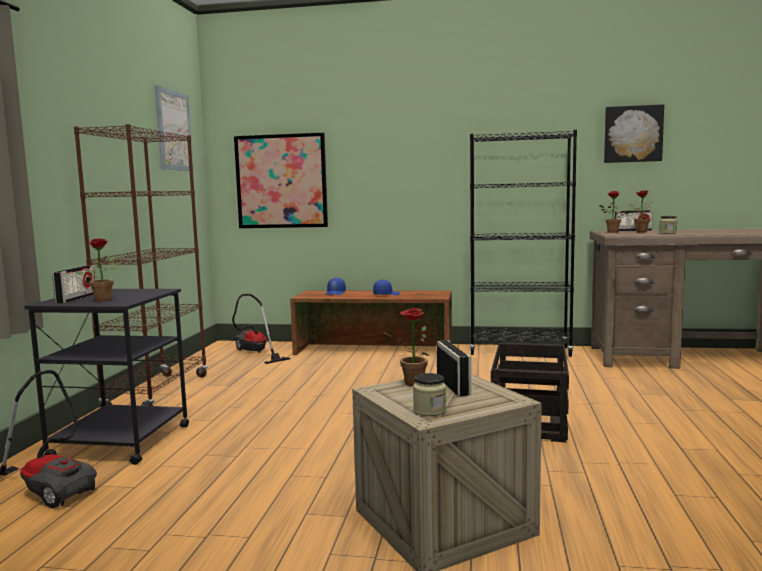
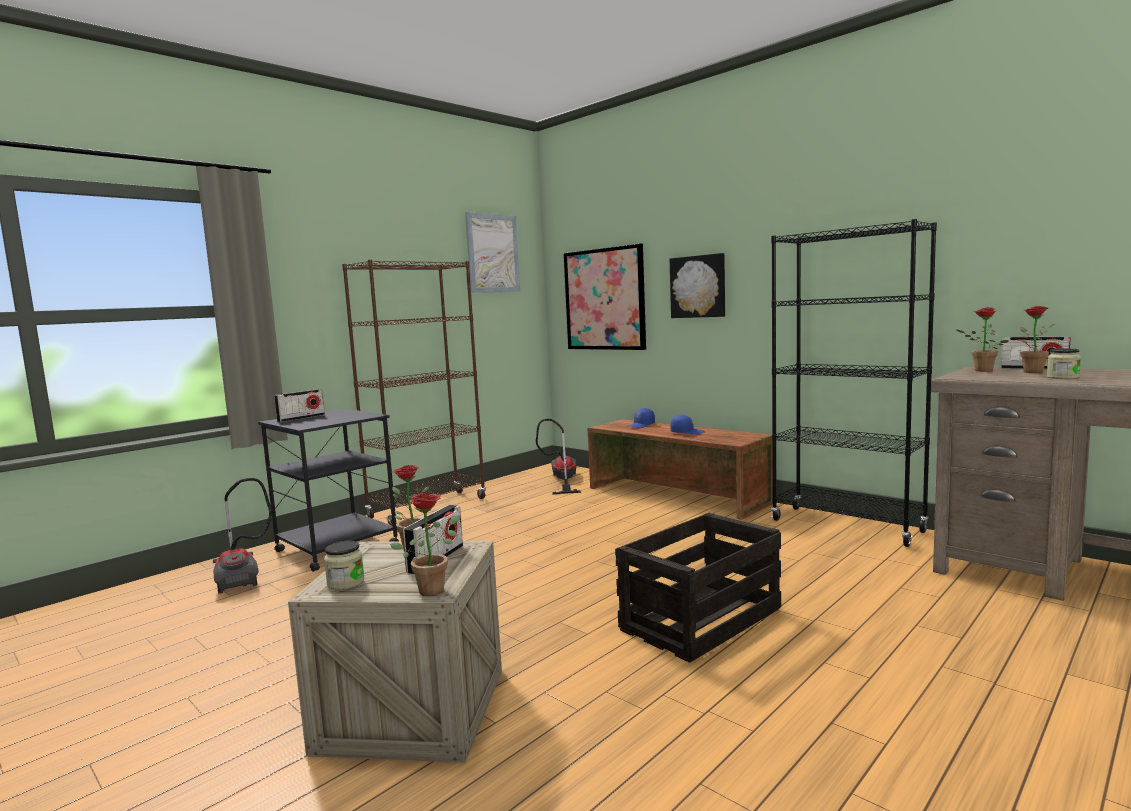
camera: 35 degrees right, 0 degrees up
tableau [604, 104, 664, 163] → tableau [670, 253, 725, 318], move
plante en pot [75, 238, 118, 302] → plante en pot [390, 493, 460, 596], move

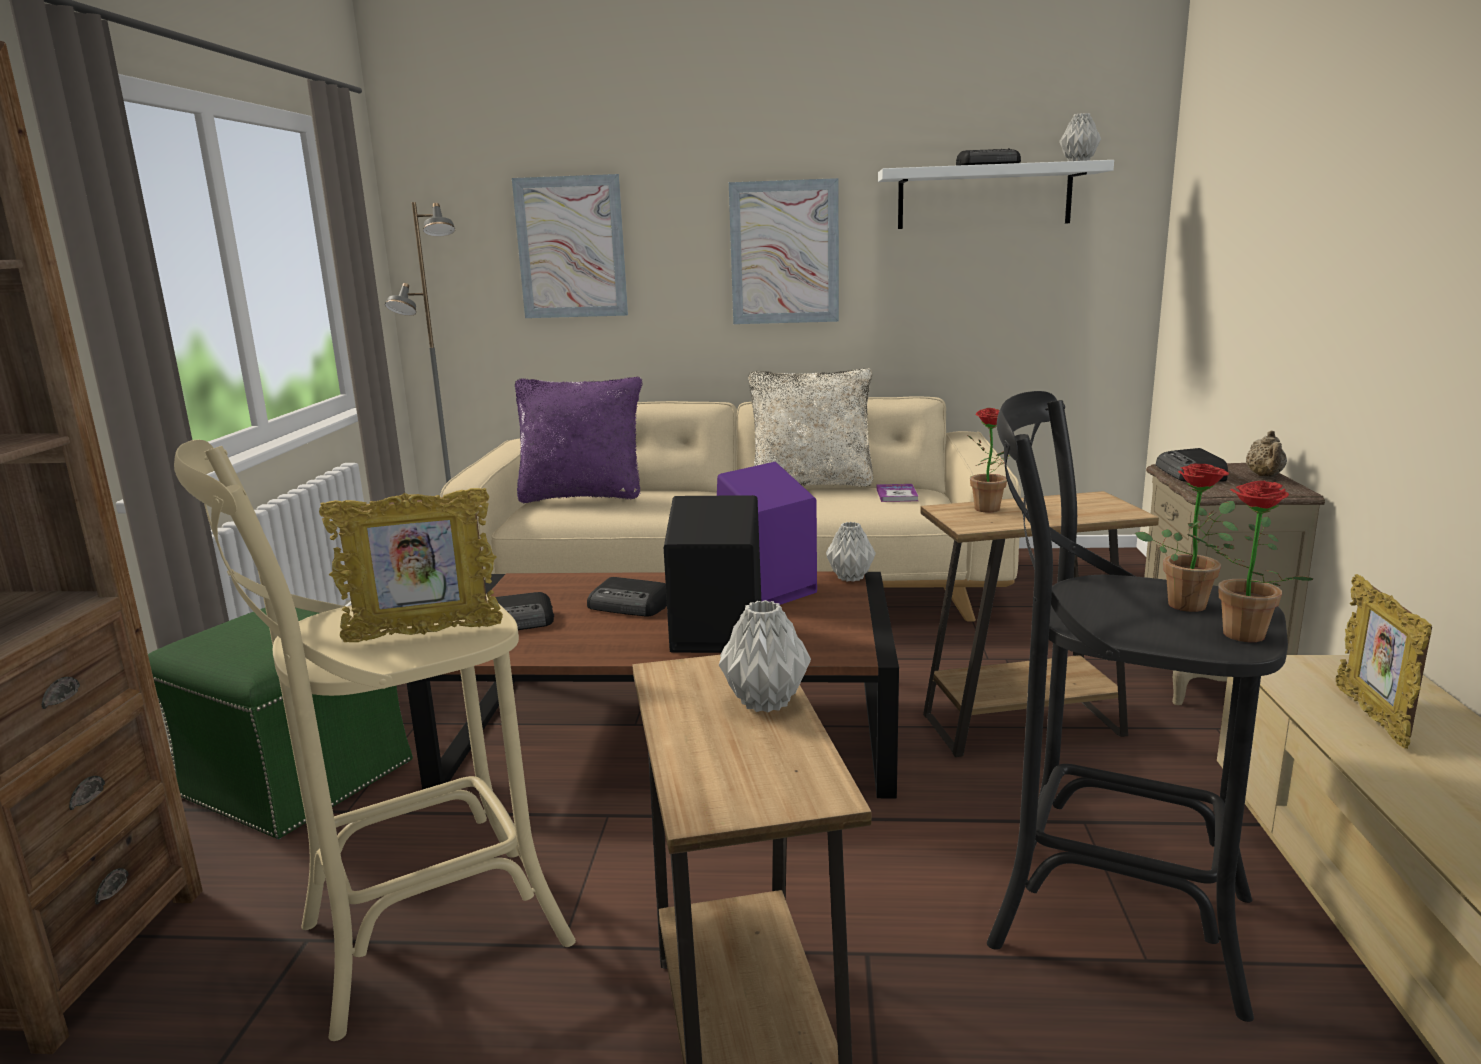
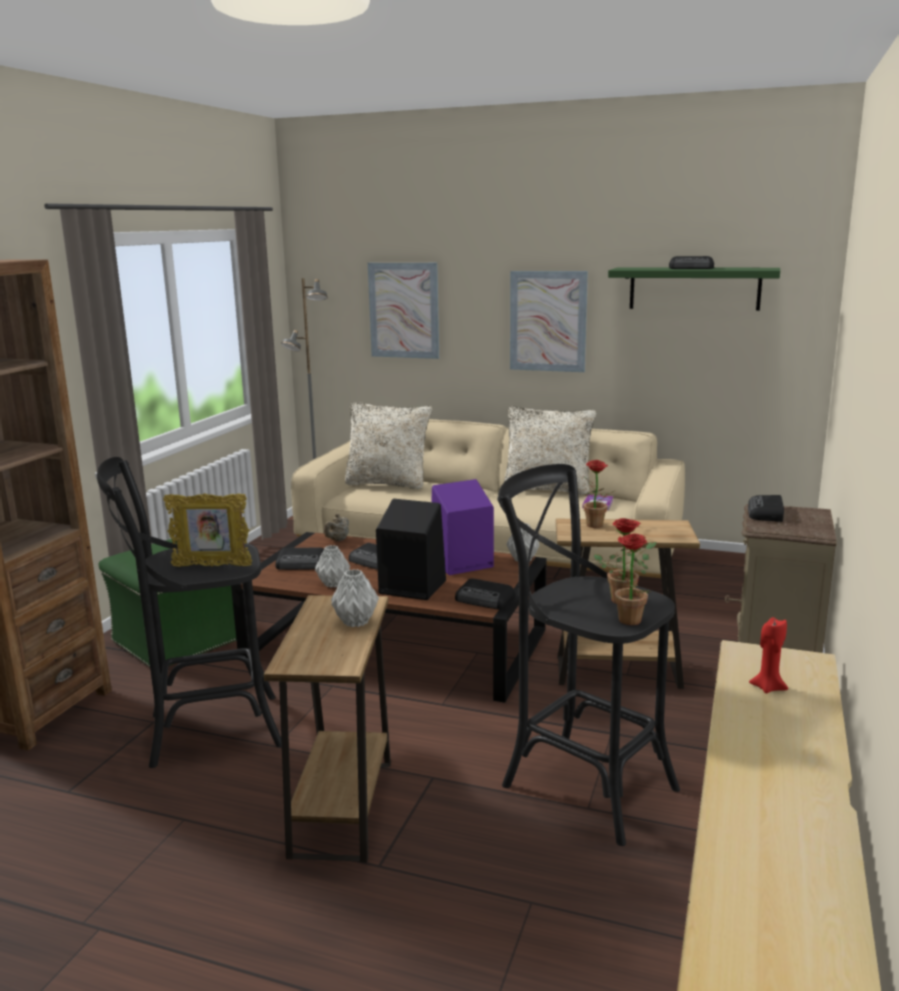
camera: 15 degrees right, 0 degrees up
vase [gris] [1059, 113, 1101, 161] → vase [gris] [315, 545, 350, 588], move
étagère [blanc] [878, 160, 1114, 229] → étagère [vert] [608, 268, 780, 311]
coussin [violet] [515, 376, 643, 503] → coussin [beige] [345, 402, 432, 490]
théière [beige] [1246, 431, 1287, 477] → théière [beige] [324, 514, 349, 541], move
tabouret [beige] [174, 440, 576, 1041] → tabouret [noir] [97, 457, 282, 768]
cadre photo [1336, 574, 1432, 749] → bougie [rouge] [749, 617, 788, 694]
- → radio [455, 578, 515, 609]

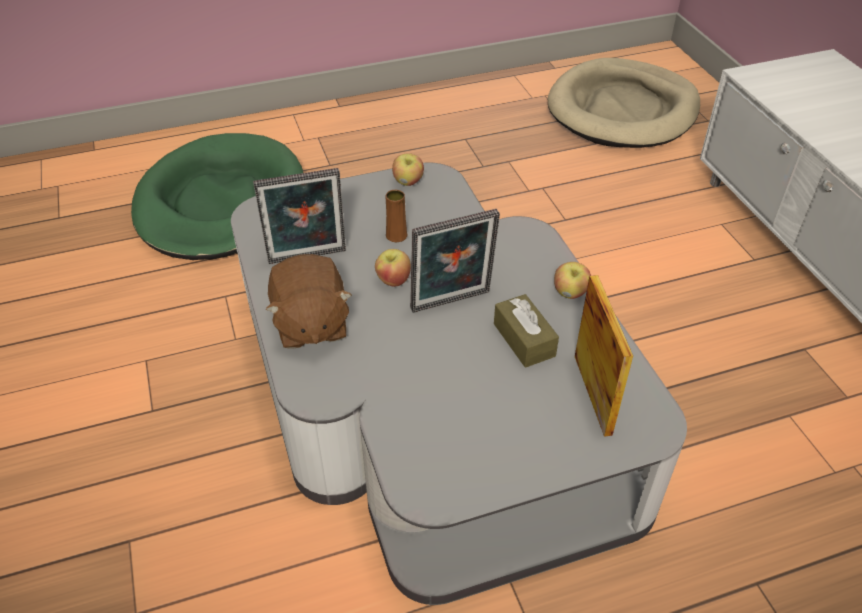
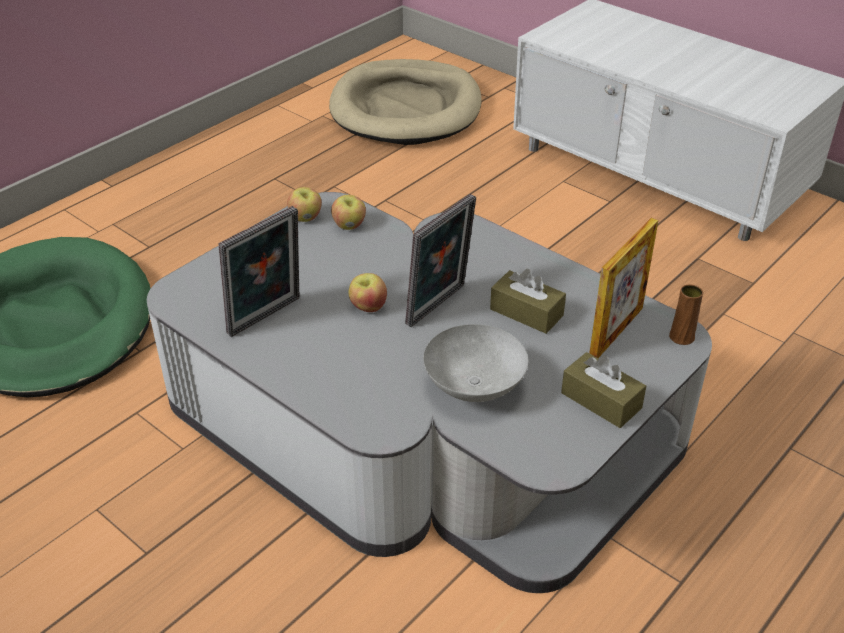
camera: 30 degrees left, 5 degrees down
vase [marron] [385, 190, 407, 242] → vase [marron] [669, 284, 703, 345], move
peluche [marron] [266, 254, 352, 349] → -
pomme [554, 262, 591, 299] → pomme [331, 195, 366, 230], move
cadre photo [575, 275, 633, 437] → cadre photo [590, 218, 659, 358], 75 degrees clockwise
- → bol [gris] [423, 324, 528, 402]
- → boîte à mouchoirs [marron] [561, 352, 646, 428]

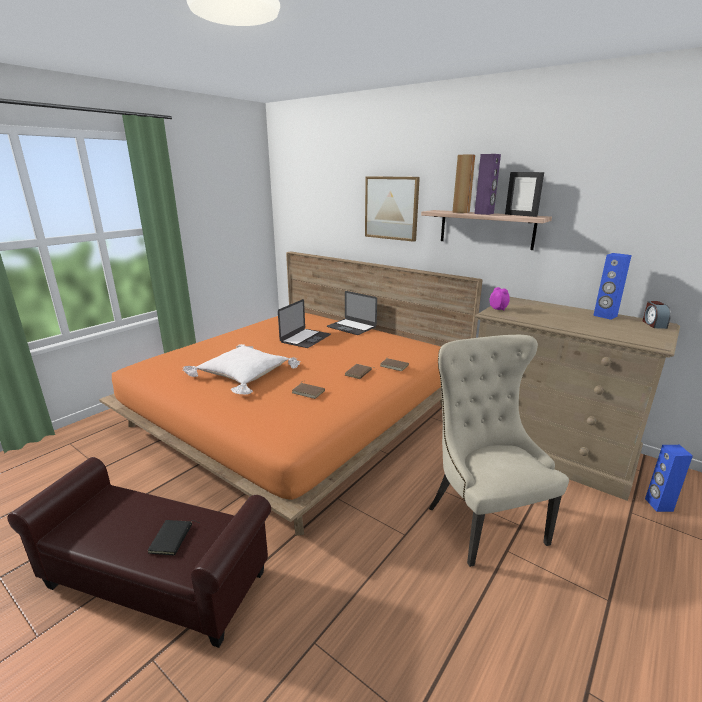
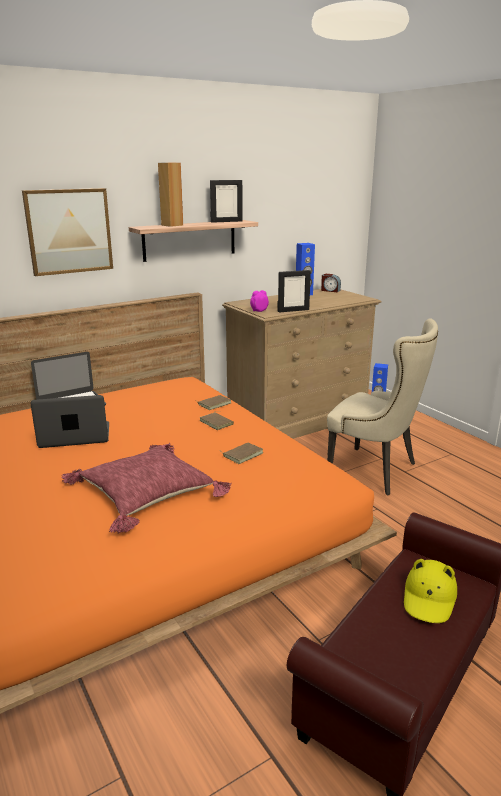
camera: 70 degrees left, 0 degrees up
enceinte [violet] [474, 154, 501, 215] → -
ordinateur portable [278, 299, 331, 348] → ordinateur portable [30, 395, 109, 448], 60 degrees counterclockwise
chaise [beige] [429, 335, 569, 567] → chaise [beige] [327, 318, 438, 495], 150 degrees counterclockwise
coussin [blanc] [182, 344, 301, 395] → coussin [rouge] [61, 443, 232, 533]
livre [noir] [148, 520, 199, 556] → chapeau [jaune] [404, 559, 457, 623]
- → cadre photo [277, 270, 311, 313]

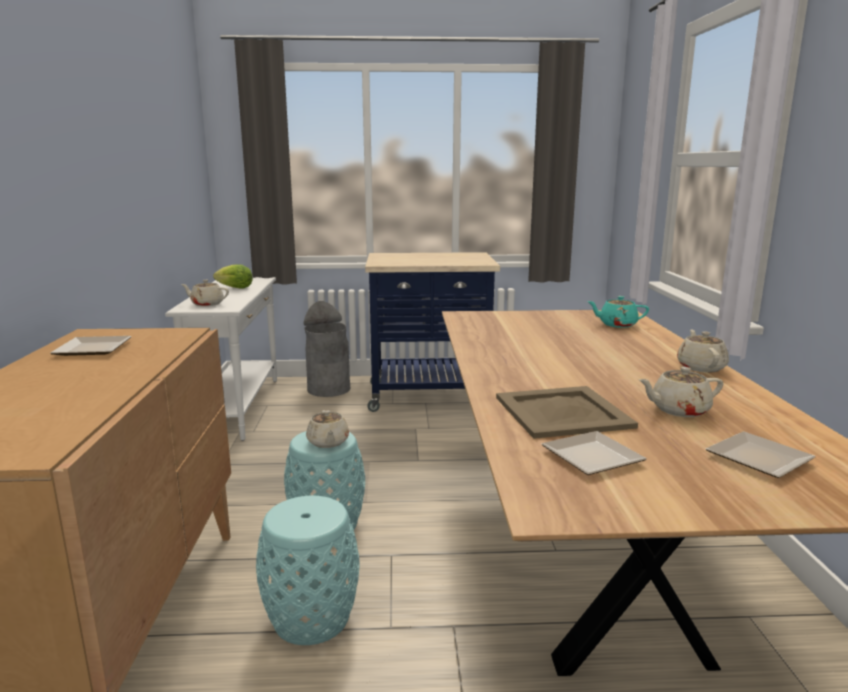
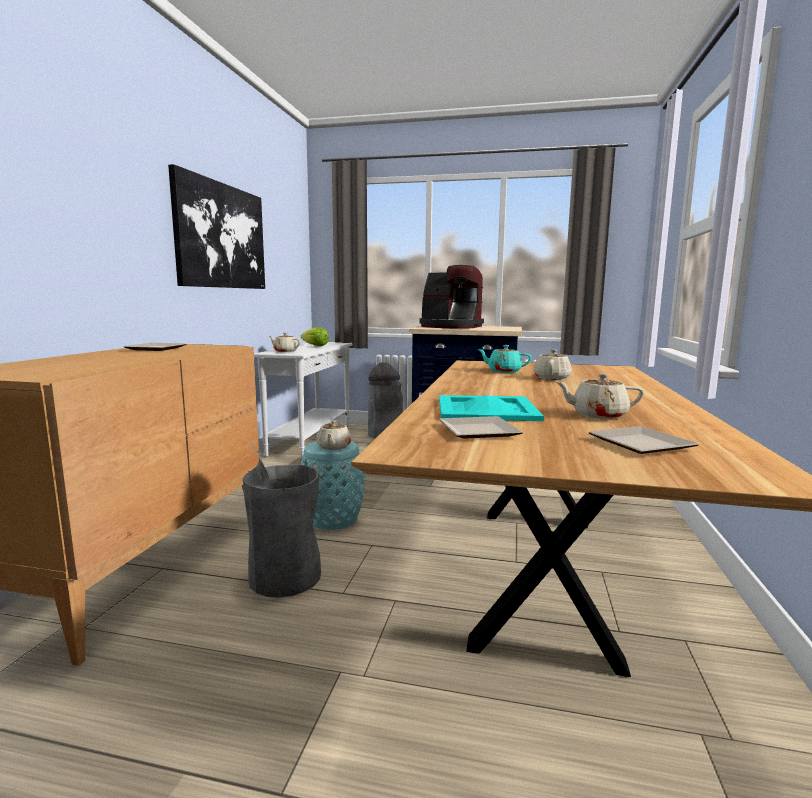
camera: 15 degrees right, 5 degrees down
théière [turquoise] [587, 296, 649, 328] → théière [turquoise] [478, 345, 532, 373], move
théière [beige] [677, 329, 729, 373] → théière [beige] [533, 349, 572, 380], move
plateau [beige] [496, 386, 638, 439] → plateau [turquoise] [439, 395, 544, 421]
tabouret [turquoise] [256, 496, 359, 645] → poubelle [gris] [243, 439, 321, 598]
- → tableau [168, 164, 265, 289]
- → machine à café [420, 265, 484, 329]

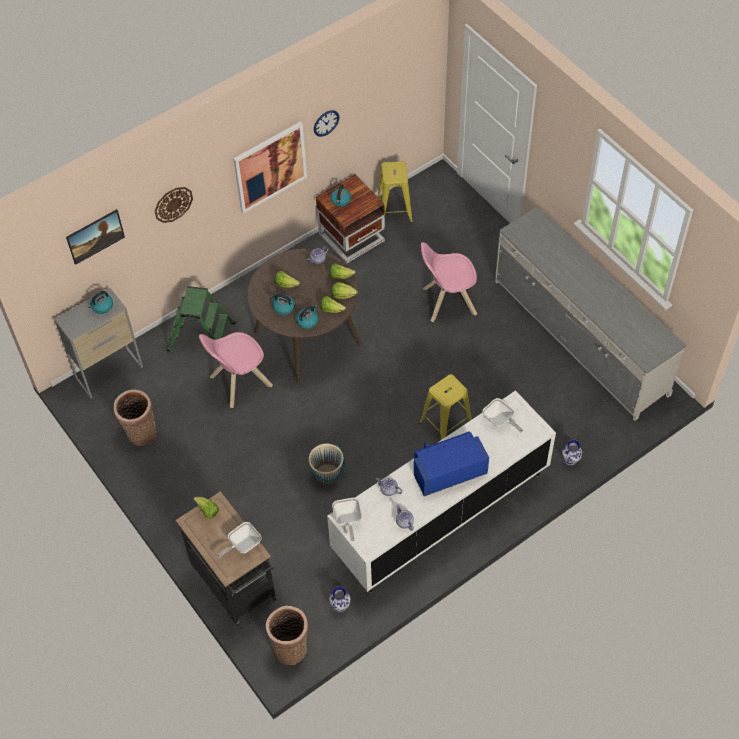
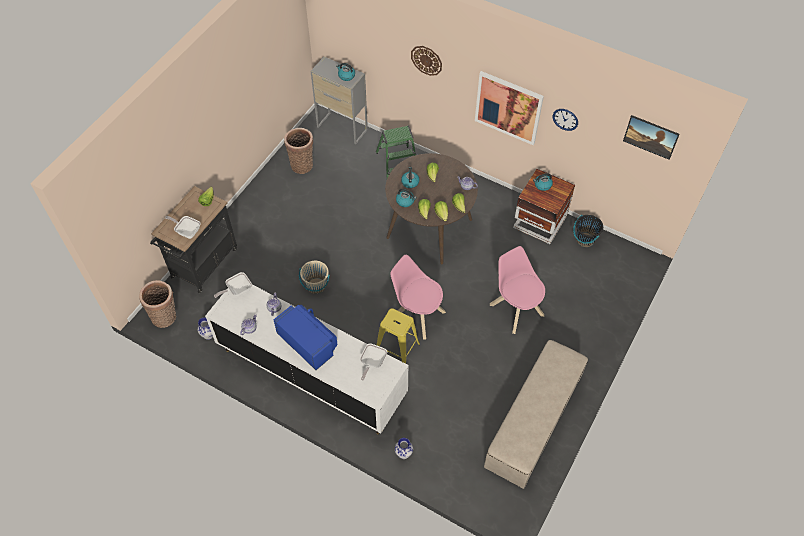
camera: 65 degrees right, 0 degrees up
tabouret [jaune] [377, 161, 413, 223] → seau [noir] [573, 215, 603, 247]
meuble de rangement [gris] [495, 207, 687, 421] → banc [beige] [484, 340, 588, 489]
tableau [66, 209, 125, 265] → tableau [623, 115, 680, 160], move
chaise [rose] [199, 332, 273, 408] → chaise [rose] [391, 255, 446, 340], move

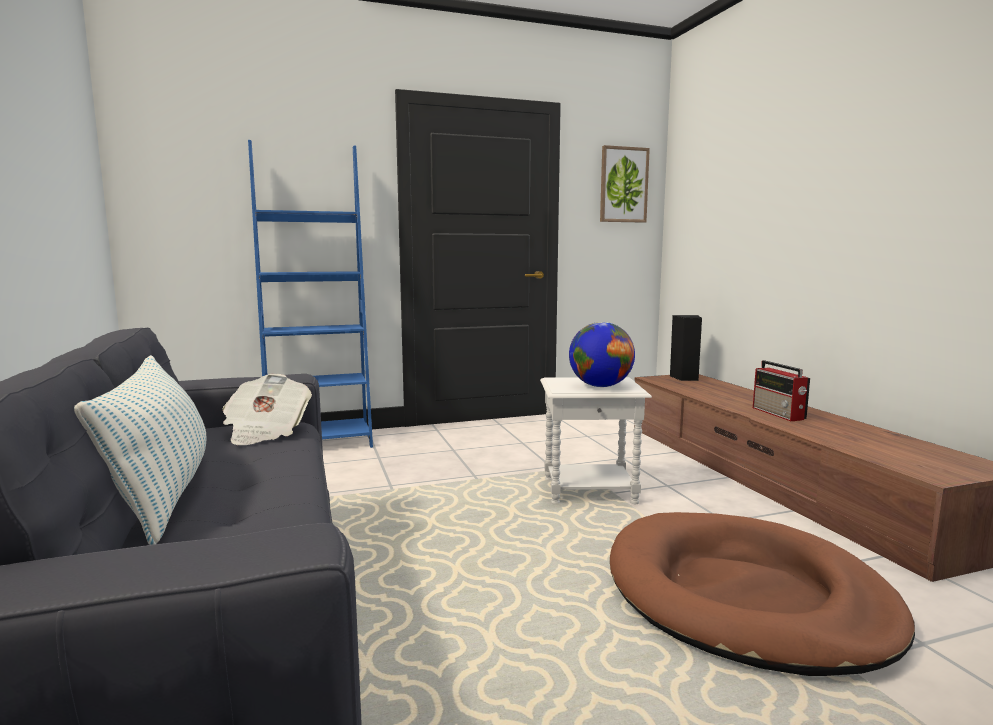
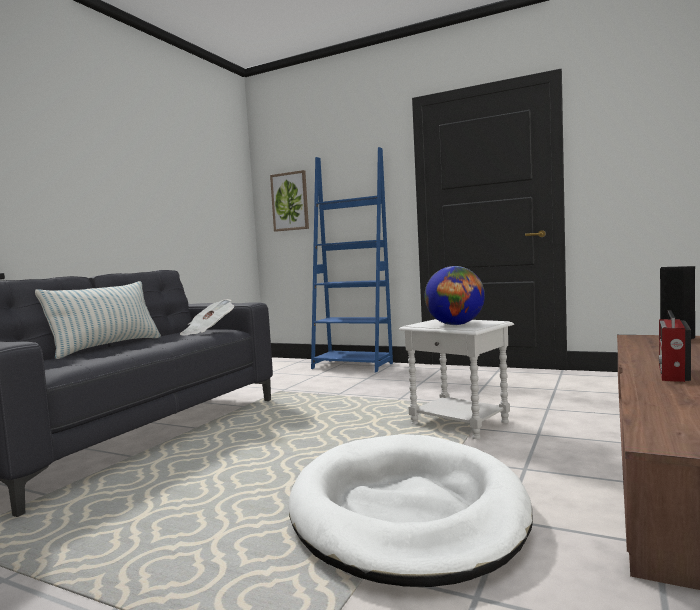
camera: 45 degrees right, 5 degrees down
tableau [600, 145, 650, 223] → tableau [270, 170, 309, 232], move
panier pour chien [marron] [610, 512, 915, 676] → panier pour chien [blanc] [289, 434, 533, 587]

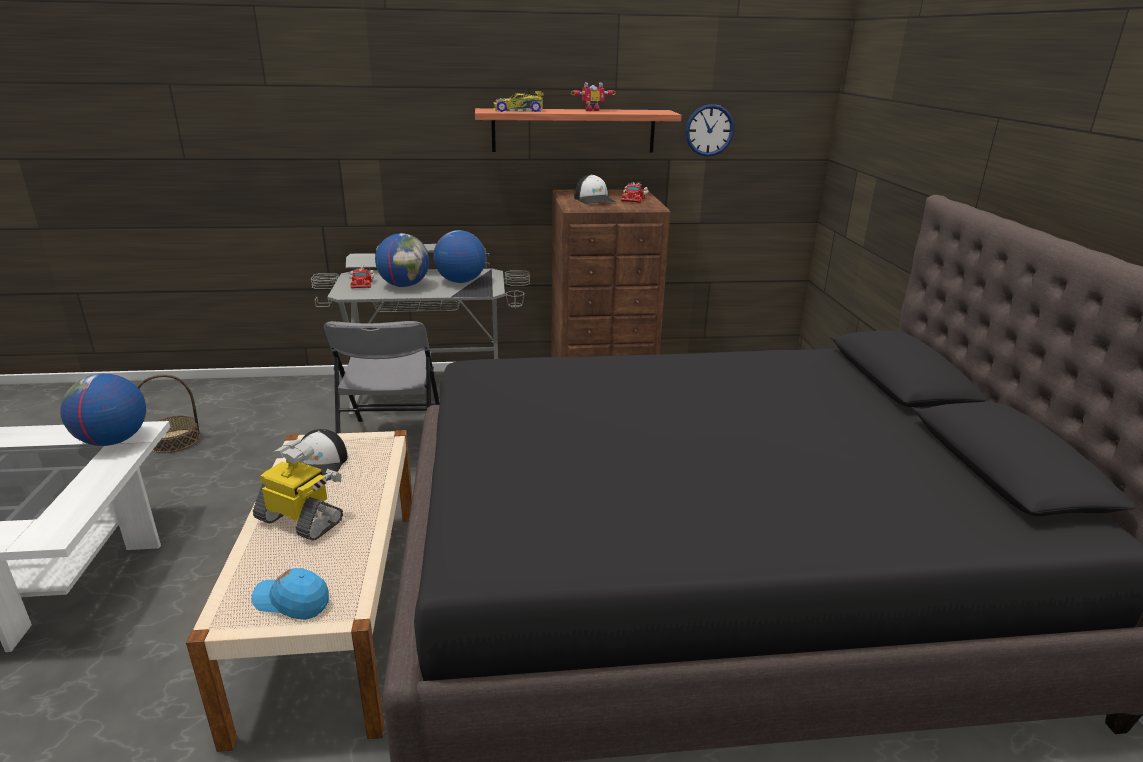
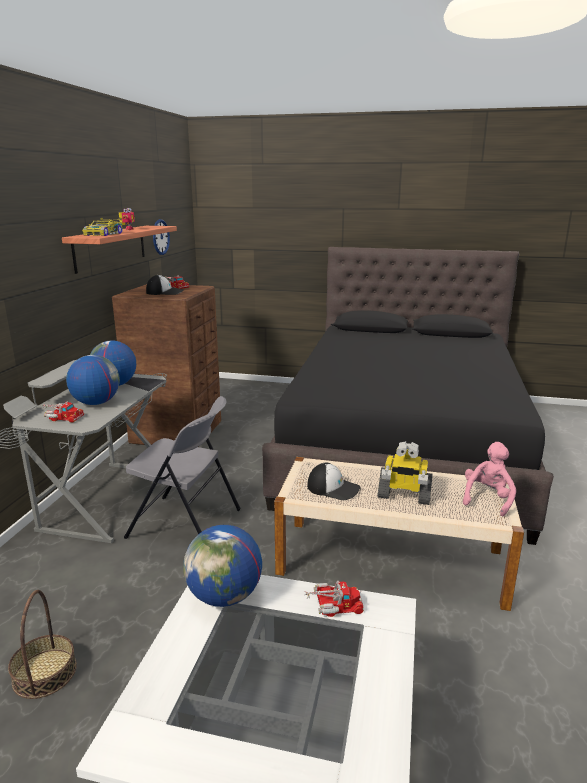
camera: 70 degrees left, 5 degrees down
robot jouet [253, 440, 343, 541] → robot jouet [378, 441, 433, 505], 120 degrees counterclockwise
casquette [bleu] [251, 568, 329, 620] → peluche [rose] [463, 442, 516, 517]
- → camion jouet [304, 581, 364, 617]

